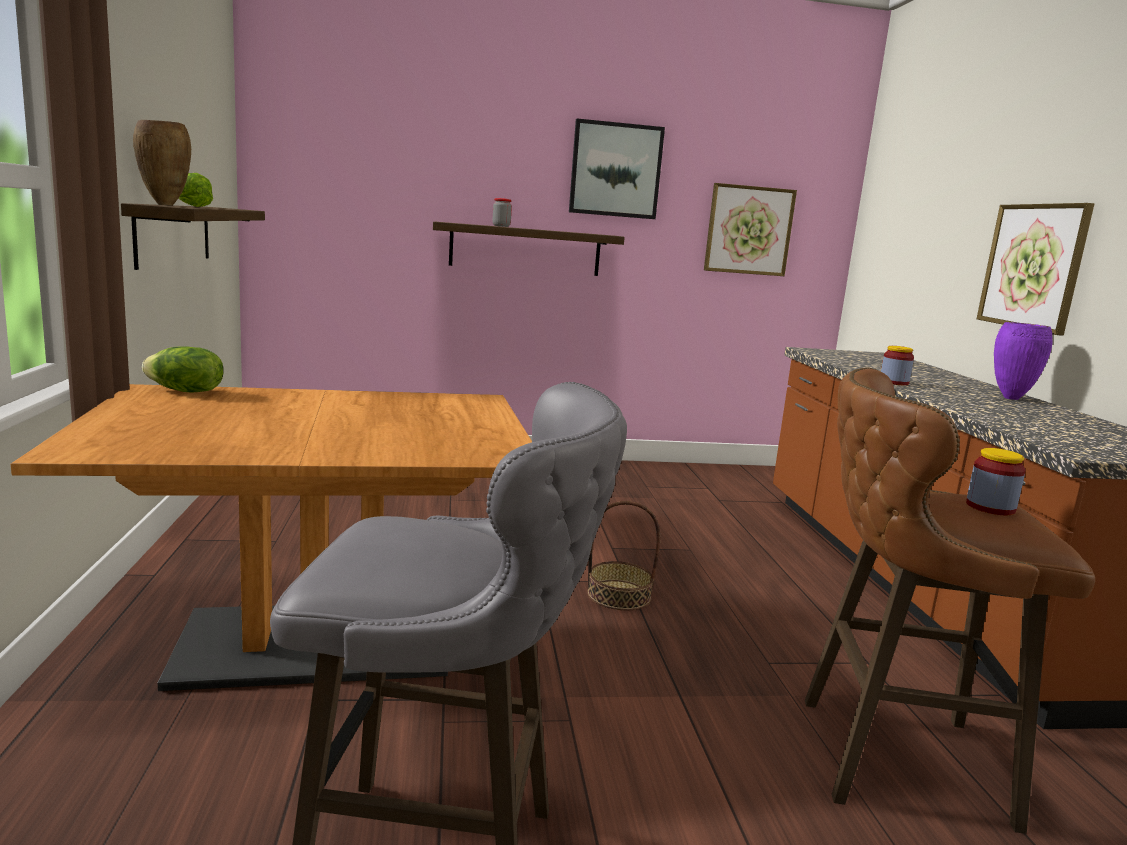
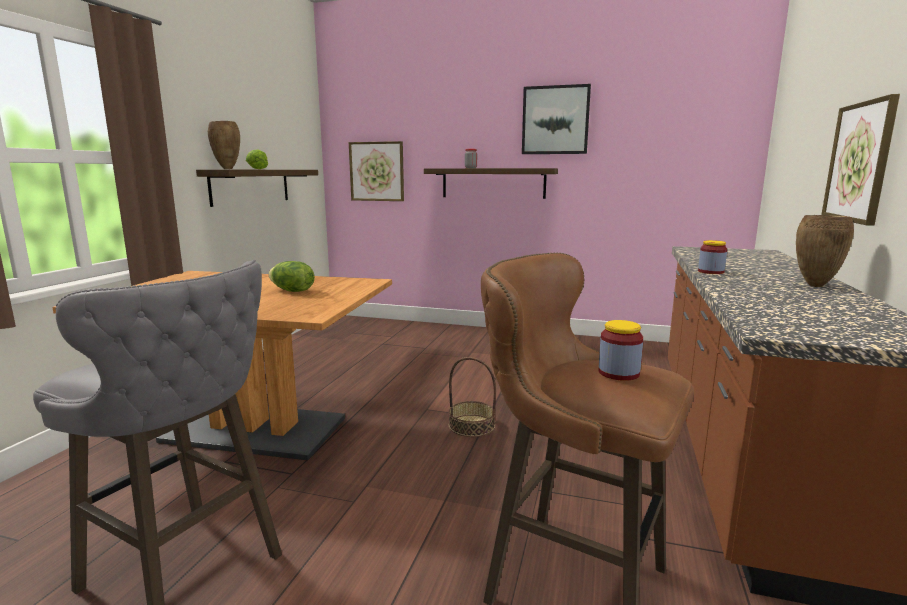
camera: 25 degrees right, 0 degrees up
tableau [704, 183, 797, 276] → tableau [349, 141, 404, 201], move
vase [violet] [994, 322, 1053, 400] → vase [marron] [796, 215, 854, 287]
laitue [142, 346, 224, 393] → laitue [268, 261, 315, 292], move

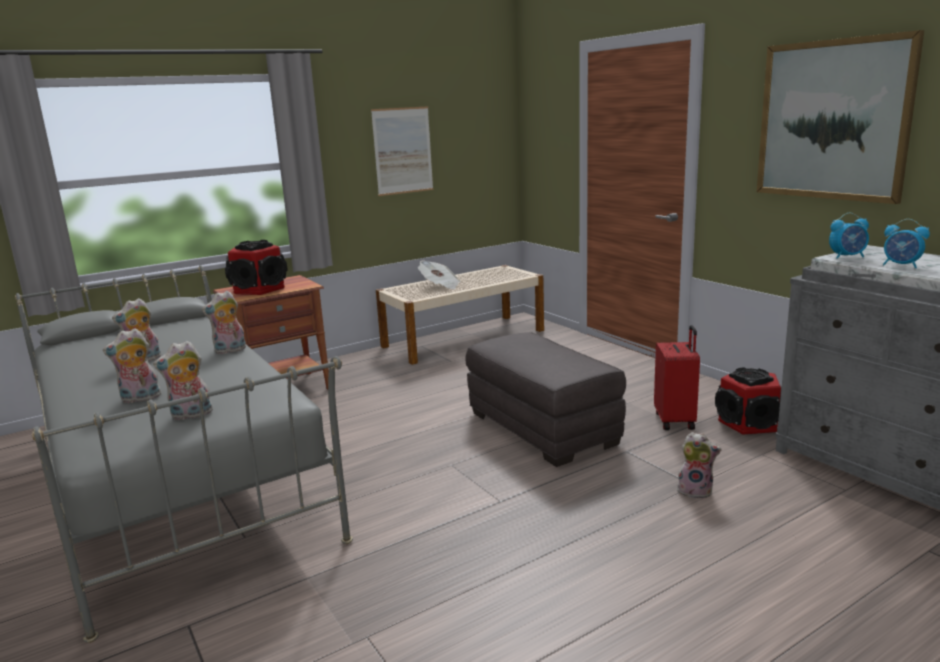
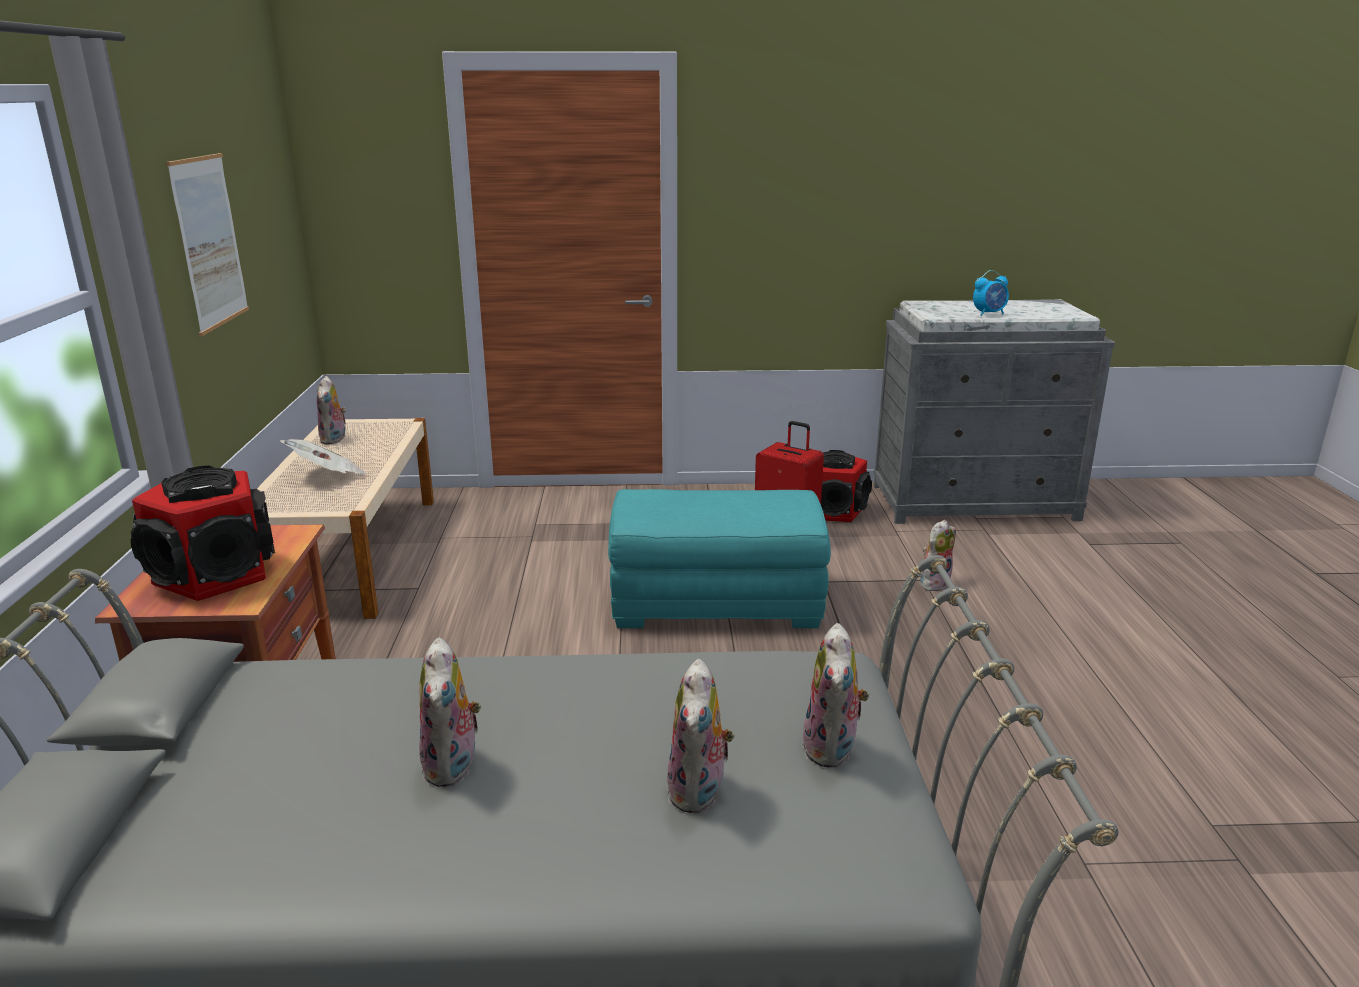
camera: 60 degrees left, 5 degrees up
tableau [757, 30, 924, 204] → -
réveil [829, 213, 869, 259] → -
peluche [202, 291, 246, 354] → peluche [317, 376, 346, 444], move
pouf [gris] [466, 332, 626, 467] → pouf [turquoise] [608, 489, 831, 628]

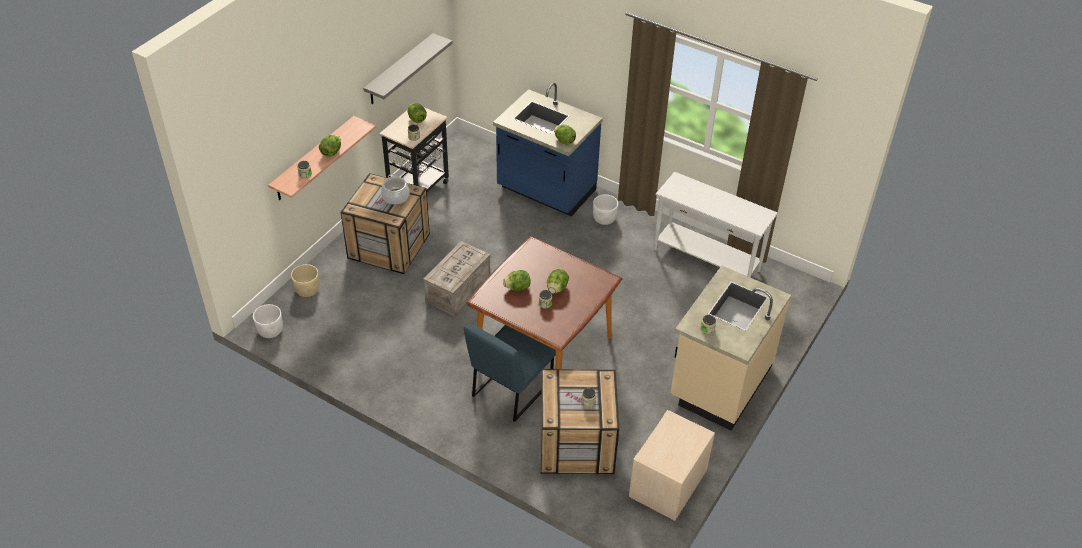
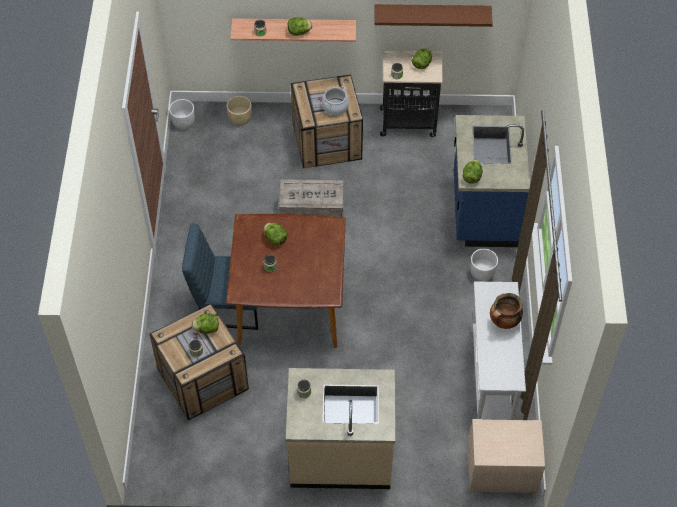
camera: 60 degrees right, 10 degrees up
étagère [gris] [363, 33, 453, 104] → étagère [marron] [375, 4, 493, 27]
laitue [547, 269, 569, 294] → laitue [191, 313, 219, 334], move
table de chevet [beige] [629, 410, 715, 521] → table de chevet [beige] [468, 419, 545, 493], move
- → marmite [490, 293, 523, 329]

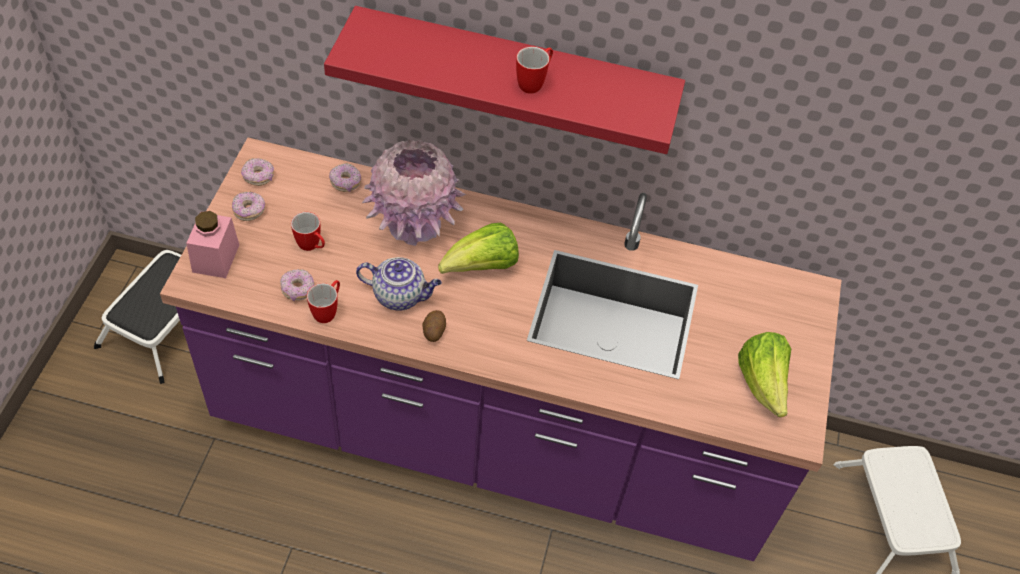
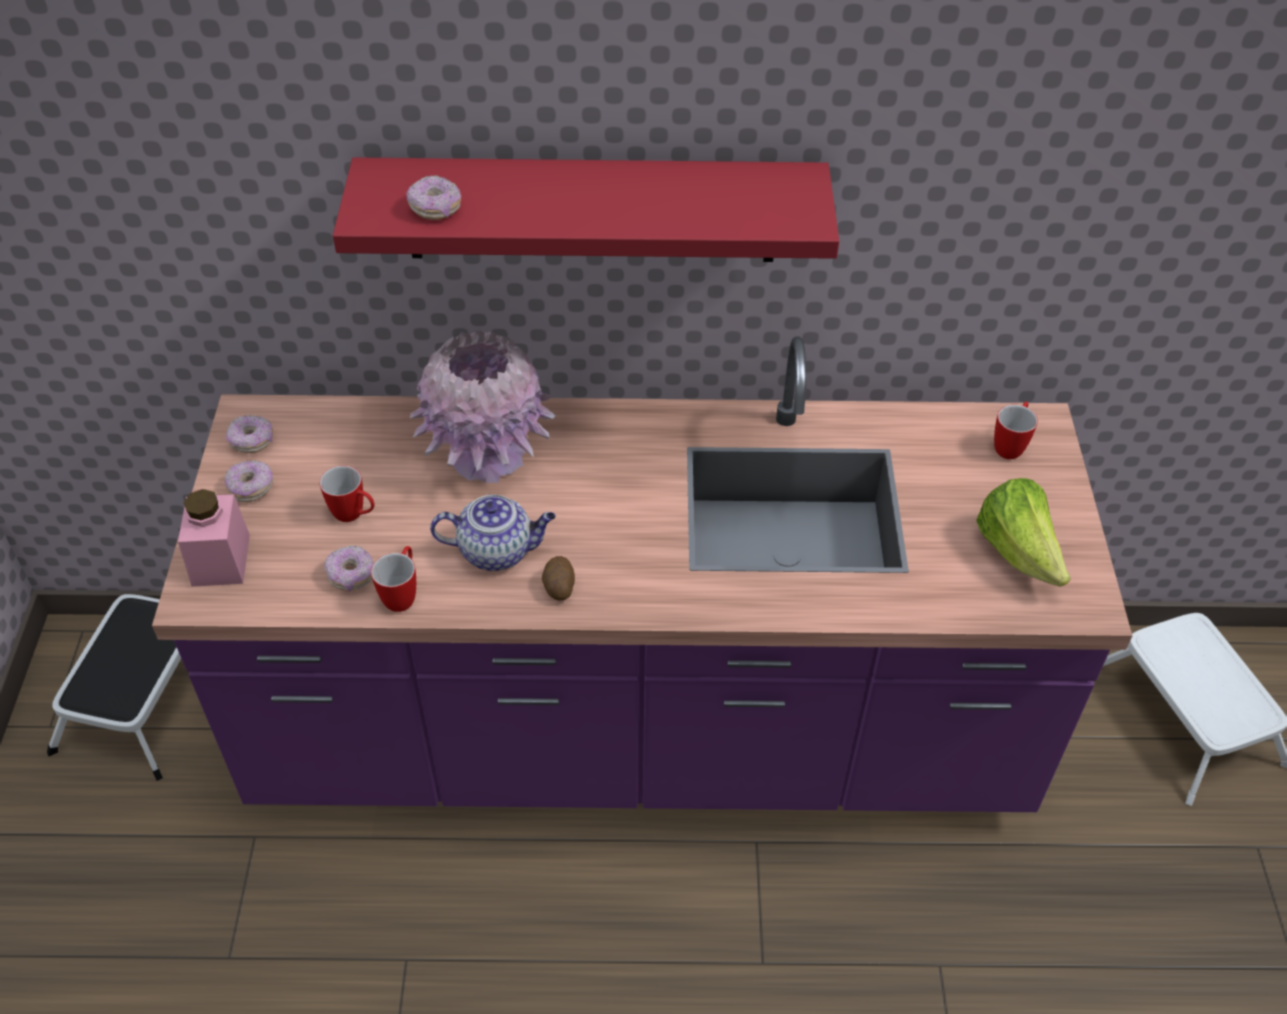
camera: 10 degrees left, 5 degrees down
mug [516, 47, 553, 94] → mug [994, 402, 1038, 459], move
beignet [329, 163, 362, 192] → beignet [407, 175, 461, 220], move
laitue [438, 223, 519, 274] → -

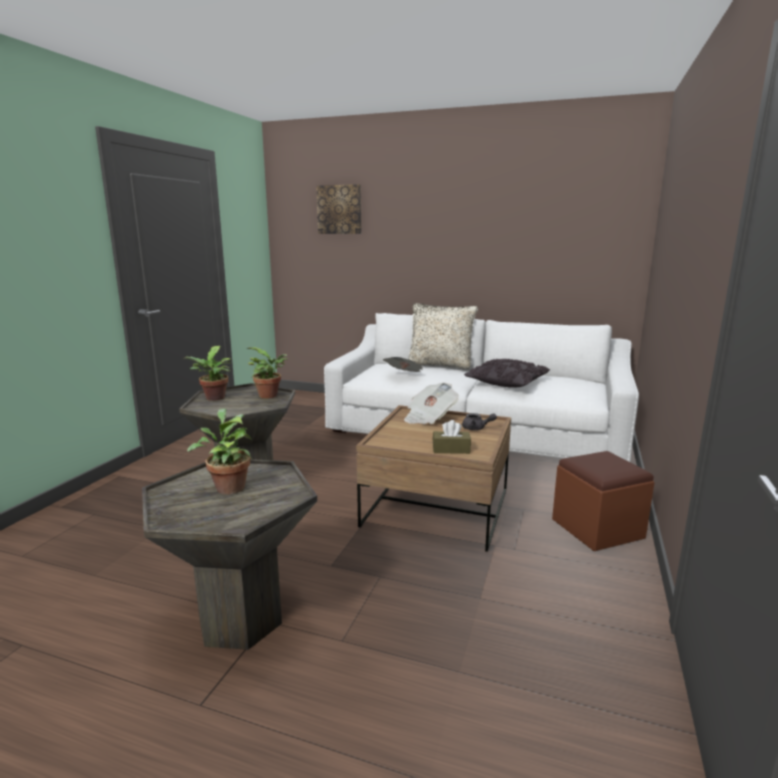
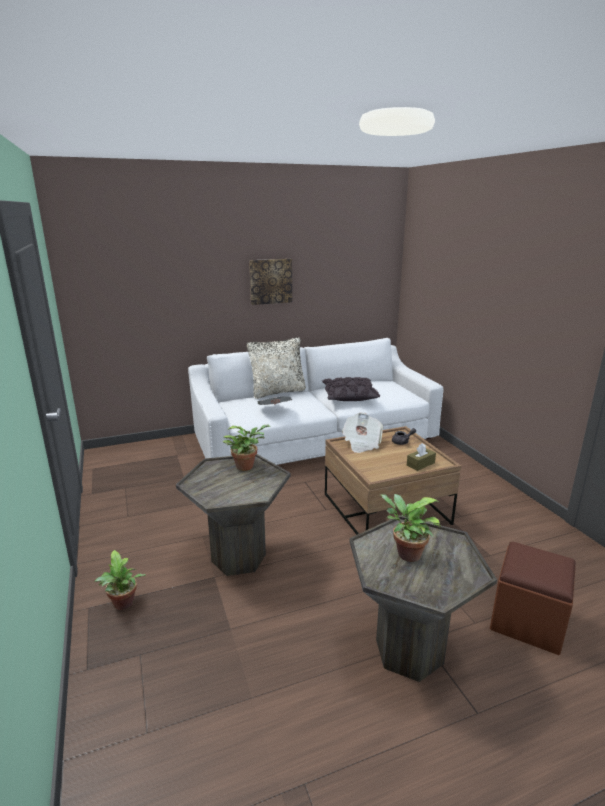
camera: 40 degrees left, 5 degrees up
tableau [316, 184, 361, 234] → tableau [249, 259, 292, 305], move
plante en pot [183, 346, 231, 401] → plante en pot [94, 550, 146, 610], move
pouf [marron] [552, 451, 654, 551] → pouf [marron] [490, 542, 576, 655], move

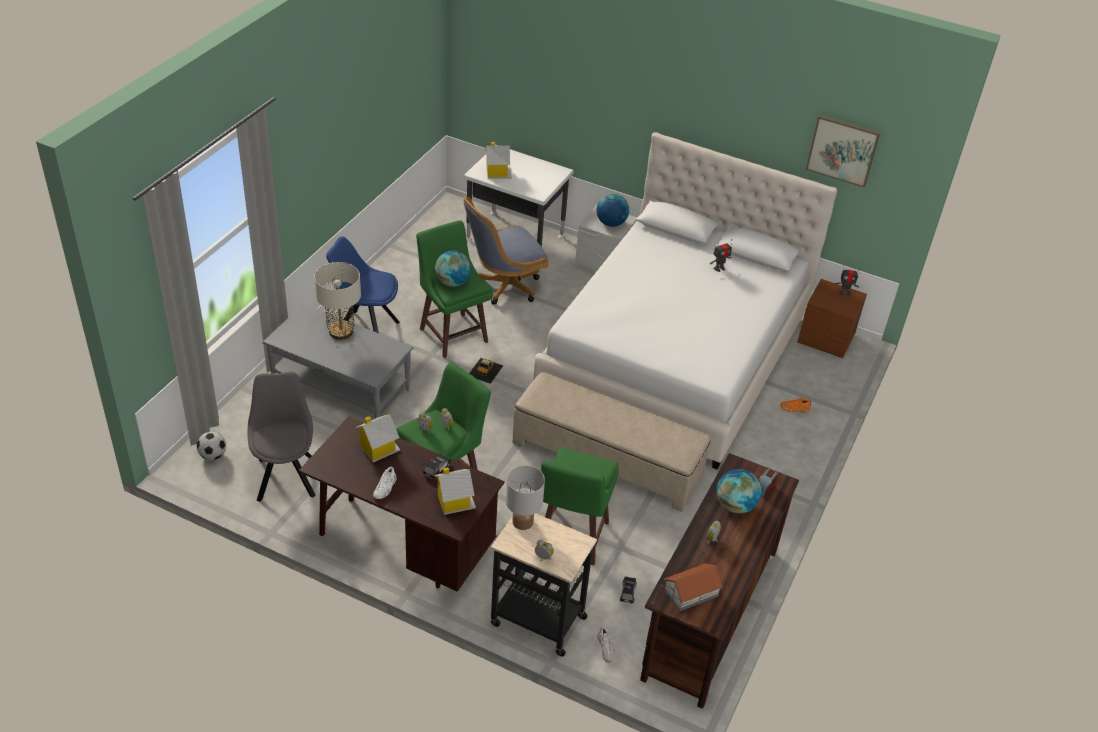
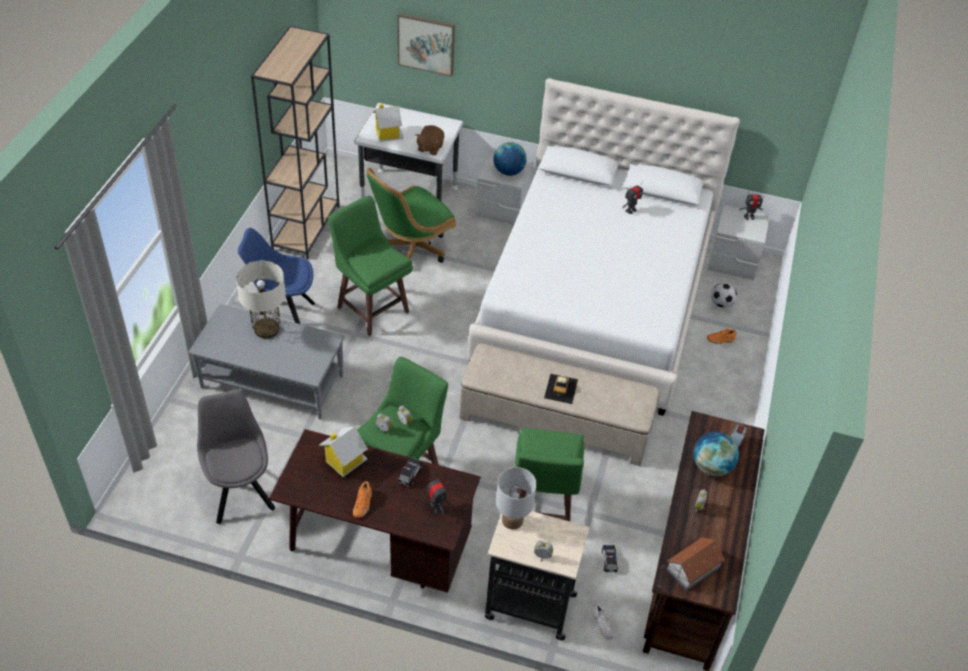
camera: 10 degrees left, 5 degrees up
tableau [806, 115, 880, 187] → tableau [397, 13, 455, 77], move
chaise de bureau [bleu] [464, 196, 548, 305] → chaise de bureau [vert] [366, 168, 456, 263]
globe [435, 250, 471, 287] → -
table de chevet [marron] [797, 279, 867, 358] → table de chevet [blanc] [707, 205, 770, 280]
petite voiture [469, 358, 503, 384] → petite voiture [544, 374, 578, 404], move
ballon de foot [197, 432, 226, 460] → ballon de foot [711, 283, 737, 308], move
chaussure [blanc] [373, 466, 396, 499] → chaussure [orange] [353, 481, 372, 518]
maison miniature [434, 467, 476, 515] → robot jouet [427, 473, 447, 514]
- → bibliothèque [251, 26, 340, 259]
- → peluche [marron] [416, 125, 444, 155]

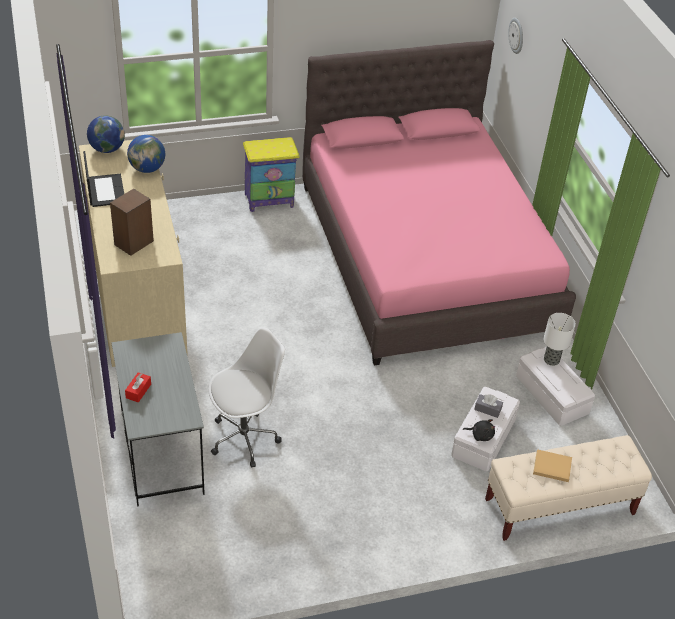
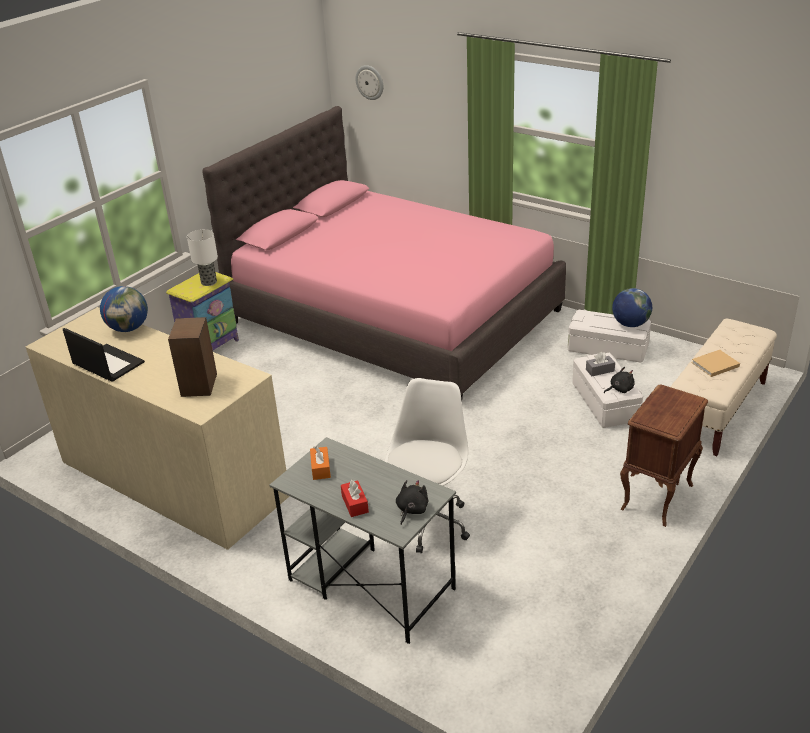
camera: 35 degrees left, 10 degrees down
globe [87, 115, 125, 153] → globe [612, 288, 652, 327], move
lampe de table [543, 313, 576, 366] → lampe de table [187, 229, 218, 286], move
- → table de chevet [marron] [620, 385, 708, 527]
- → boîte à mouchoirs [orange] [310, 446, 331, 480]
- → peluche [noir] [396, 480, 429, 525]

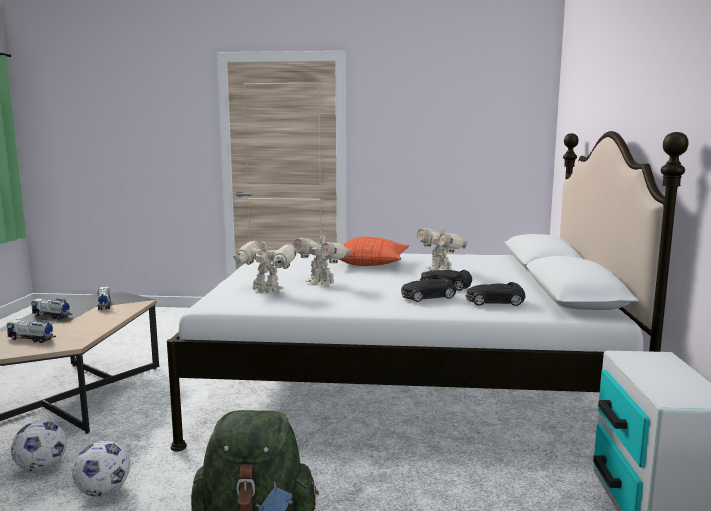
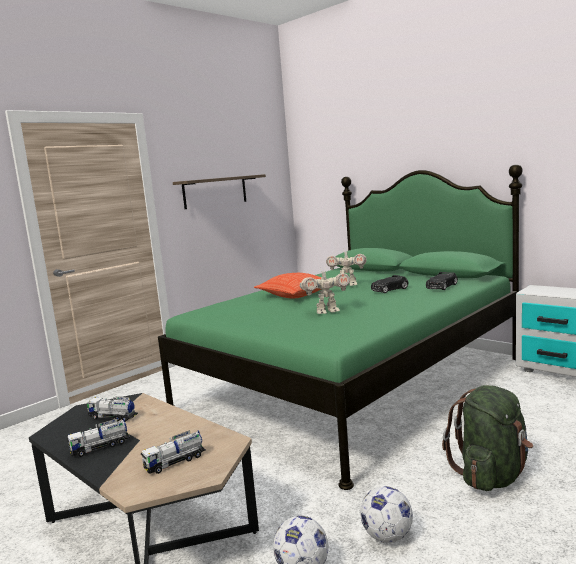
camera: 50 degrees left, 0 degrees up
lit [blanc] [167, 131, 689, 452] → lit [vert] [158, 165, 523, 490]
robot jouet [233, 236, 297, 292] → -
petite voiture [noir] [401, 276, 457, 302] → -
- → étagère [173, 174, 266, 209]

